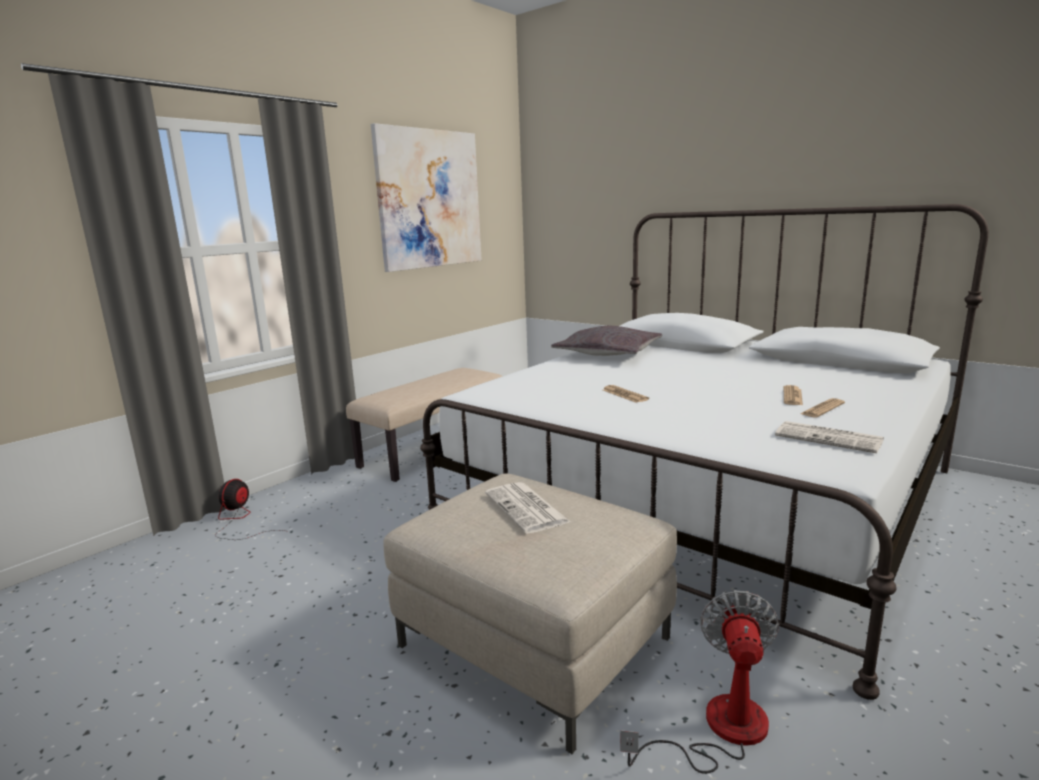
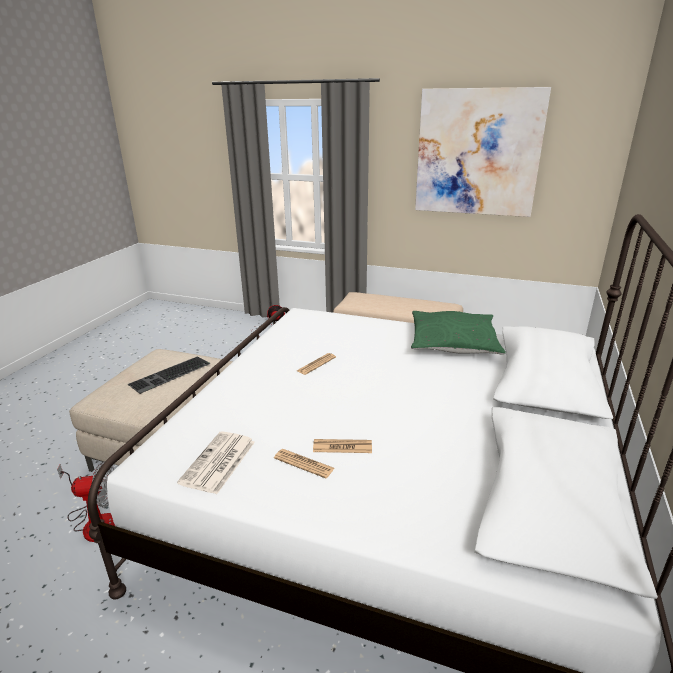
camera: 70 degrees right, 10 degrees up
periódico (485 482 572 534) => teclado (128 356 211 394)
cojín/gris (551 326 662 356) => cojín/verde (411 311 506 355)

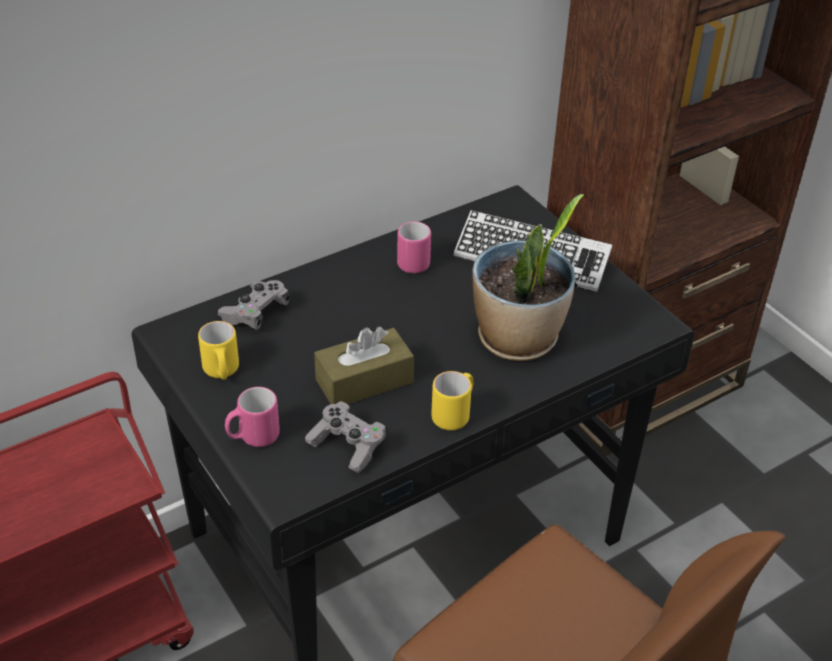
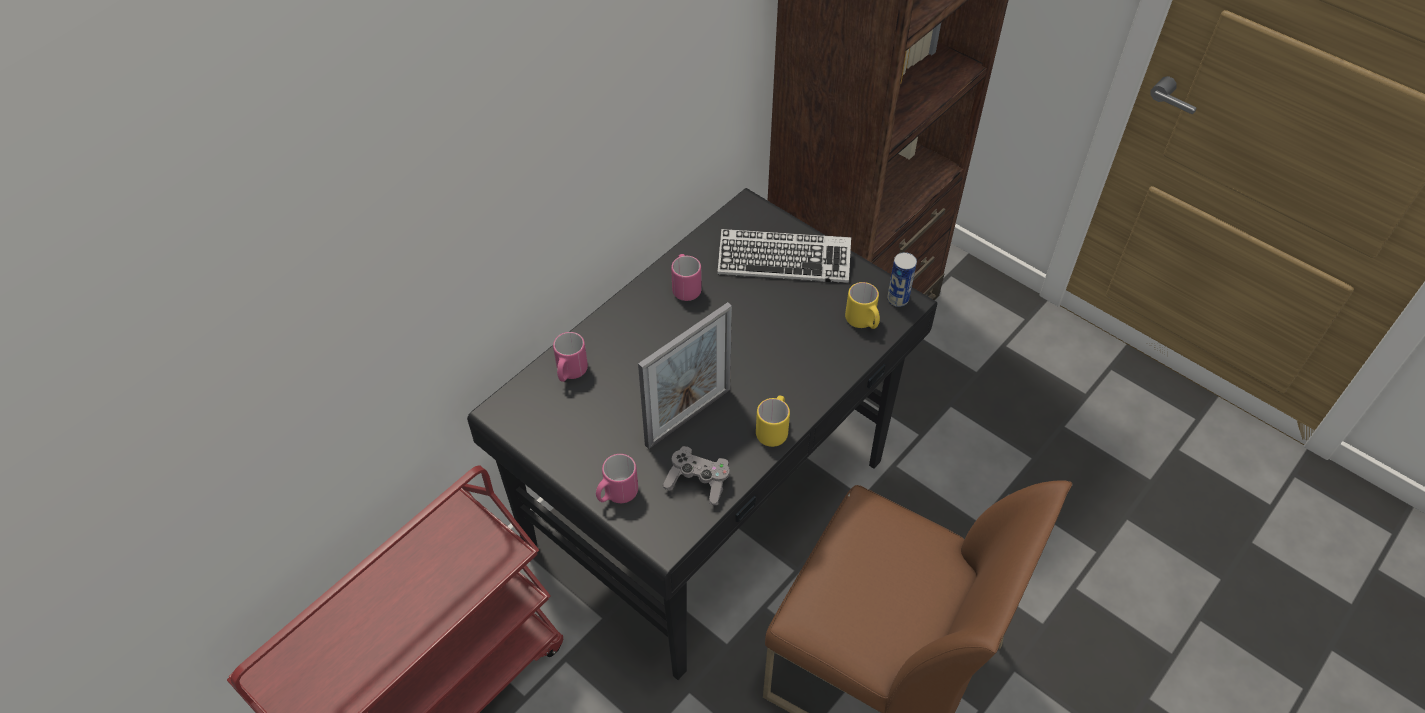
camera: 15 degrees left, 10 degrees up
taza grande/amarillo (198 321 239 380) => taza grande/amarillo (845 282 880 329), shifted
mando de consola/gris (218 280 290 330) => taza grande/rosa (553 332 588 382)
caja de pañuelos/marrón (314 327 414 404) => portarretratos (638 302 732 449)
planta en maceta (472 194 584 361) => nothing
nothing => lata (887 252 917 307)

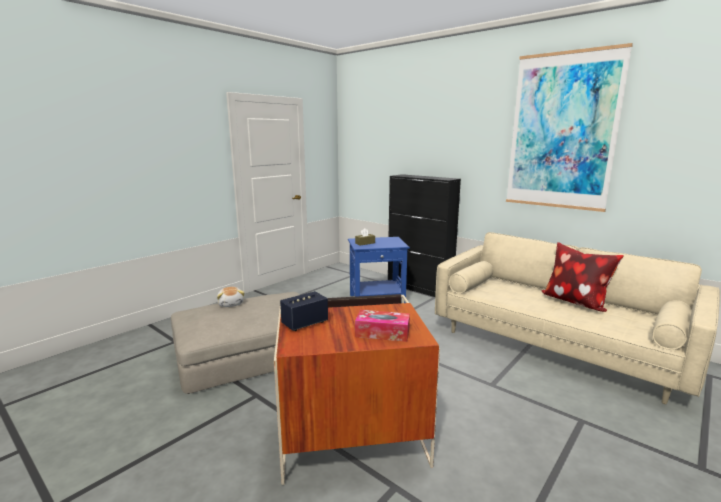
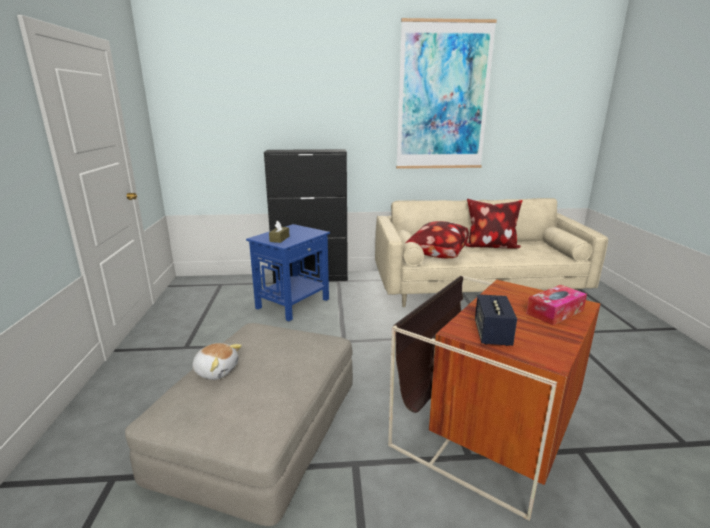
camera: 45 degrees left, 5 degrees up
nothing => cojín (406 221 469 258)

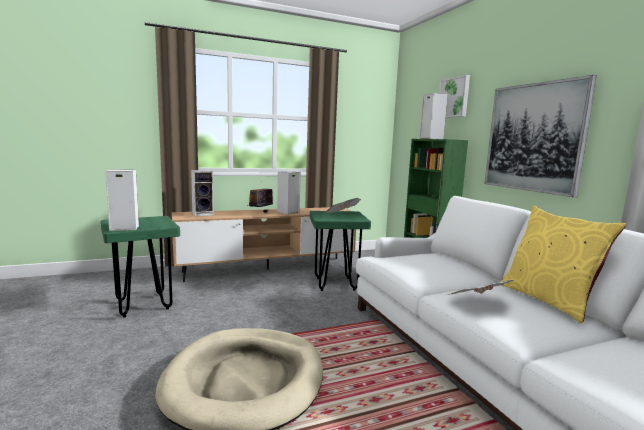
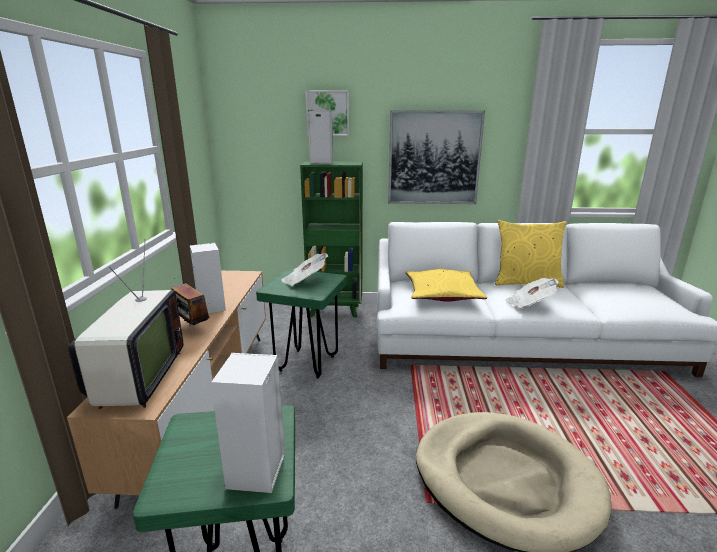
camera: 65 degrees left, 10 degrees up
altavoz (191 170 214 216) => televisor (68 239 184 409)
nothing => cojín/amarillo (405 269 487 302)

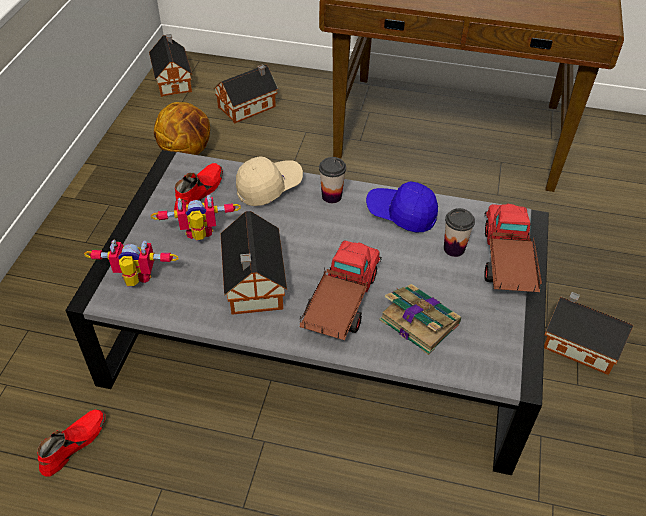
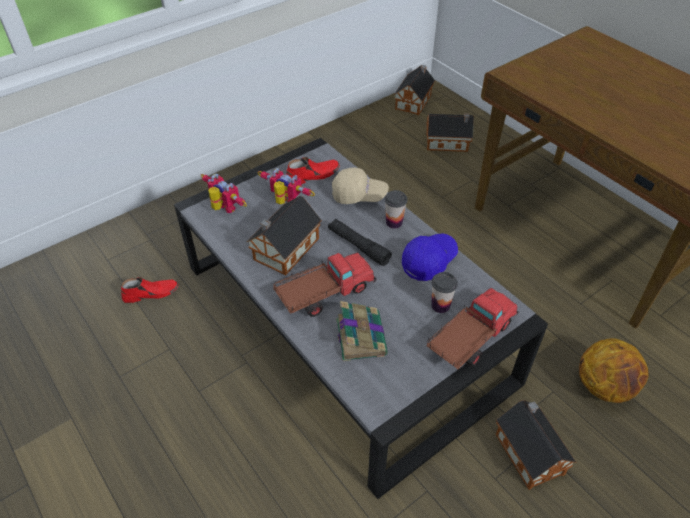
camera: 40 degrees right, 0 degrees up
balón de baloncesto (154 102 210 155) => balón de baloncesto (579 338 649 403), shifted
gorra/azul (366 181 438 232) => gorra/azul (402 234 458 281), 75 degrees clockwise
nothing => linterna/negro (328 219 392 266)

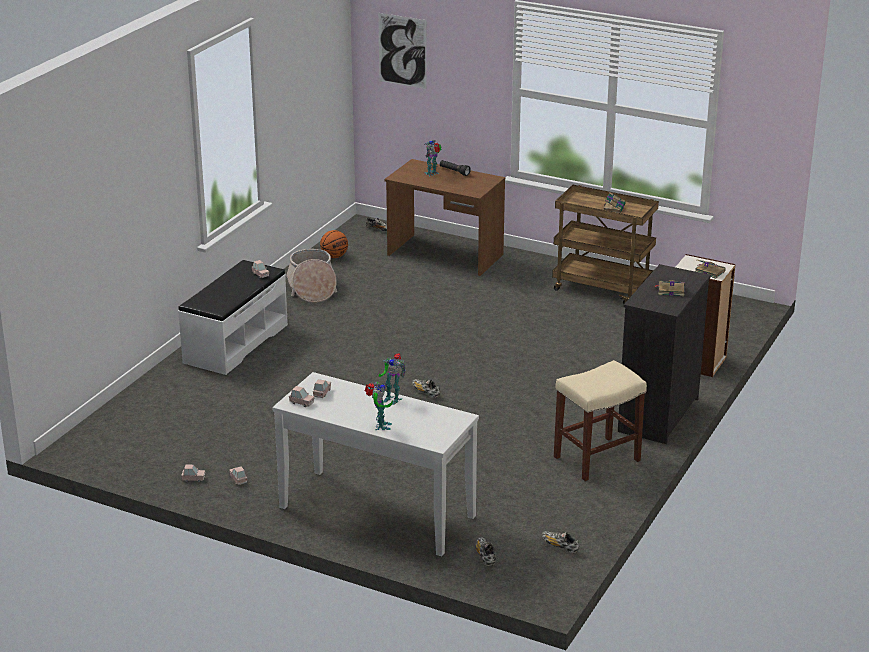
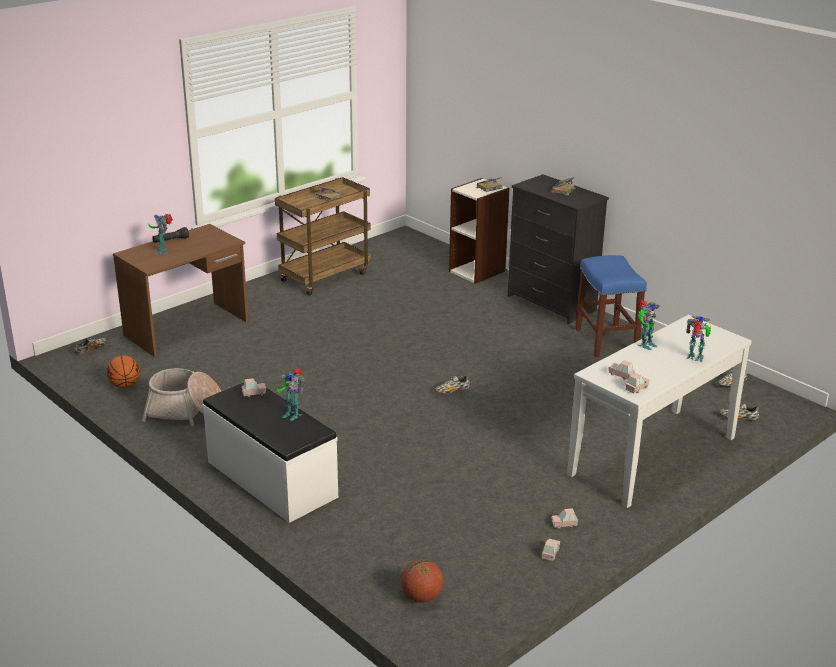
camera: 70 degrees left, 0 degrees up
cuadro (378 13 427 89) => nothing
taburete/beis (554 360 647 481) => taburete/azul (575 255 647 357)
nothing => robot de juguete (277 369 305 421)
nothing => balón de baloncesto (401 559 443 603)

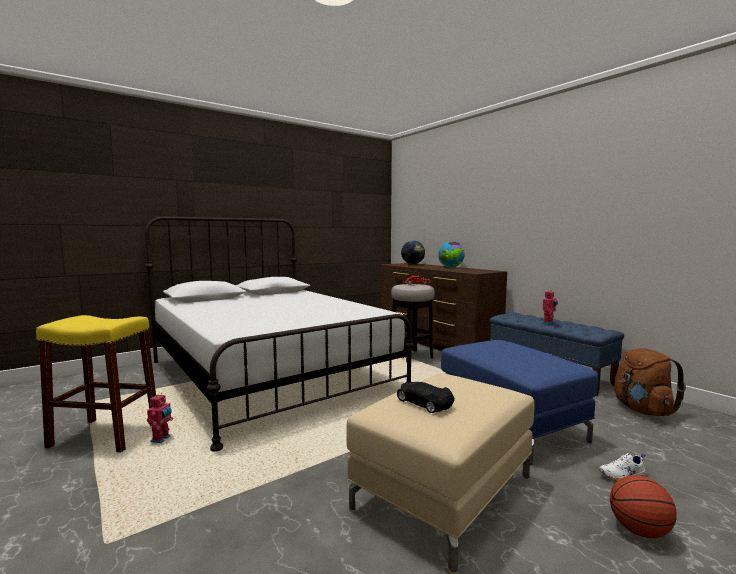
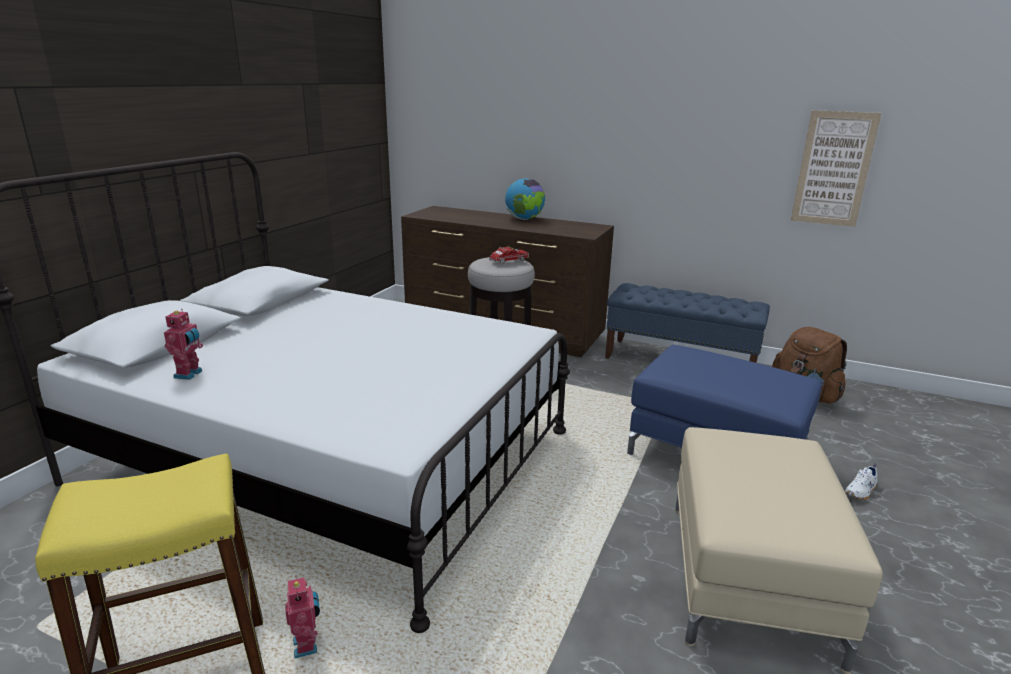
camera: 30 degrees left, 15 degrees up
coche de juguete/negro (397 382 455 413) => nothing
globo terráqueo (401 241 425 264) => nothing
robot de juguete (542 290 558 325) => robot de juguete (164 309 203 380), shifted
balón de baloncesto (610 475 677 538) => nothing
nothing => cuadro (791 110 881 227)

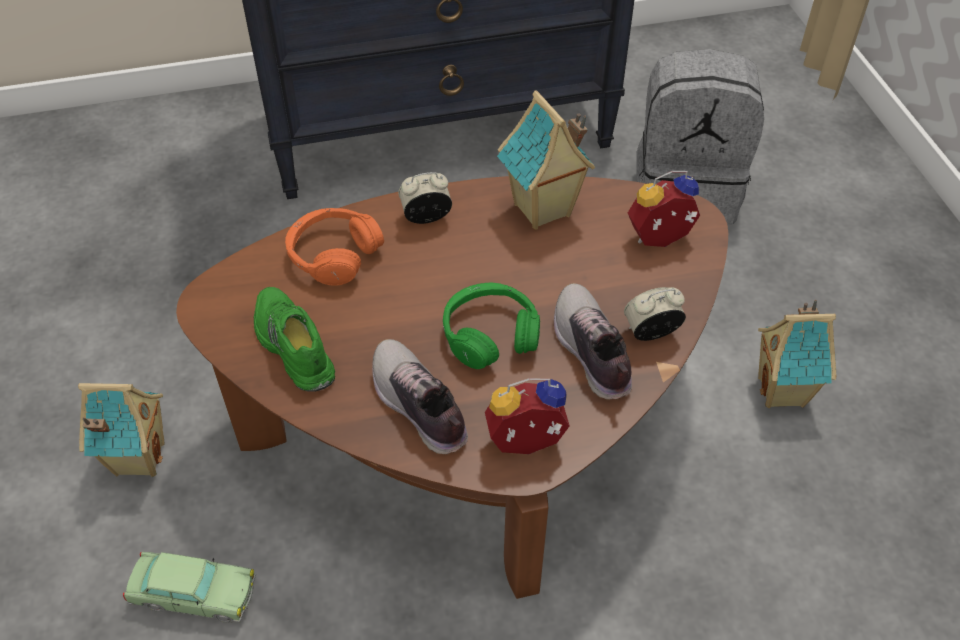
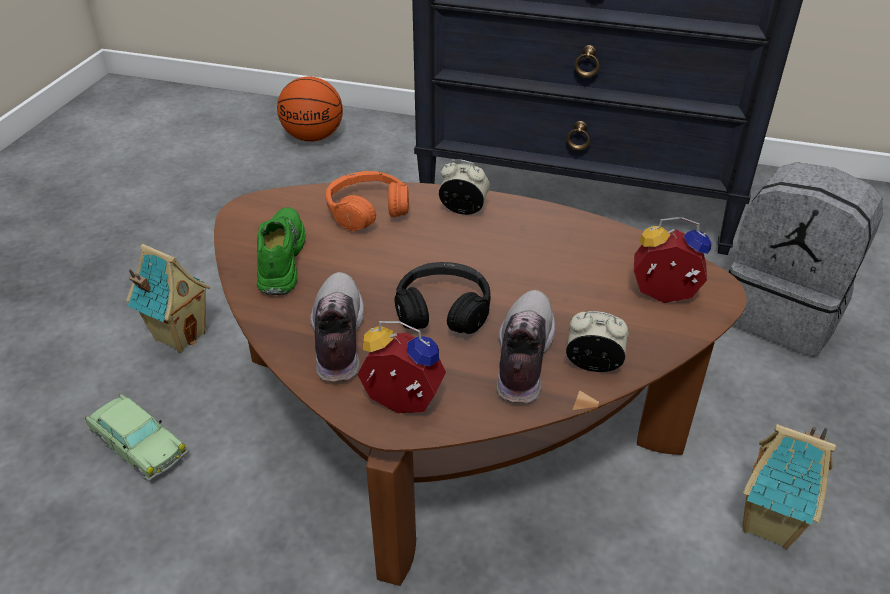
camera: 30 degrees right, 10 degrees down
auriculares/verde (443 282 540 369) => auriculares/negro (395 262 491 334)
casita (497 90 595 230) => nothing
nothing => balón de baloncesto (277 76 343 142)

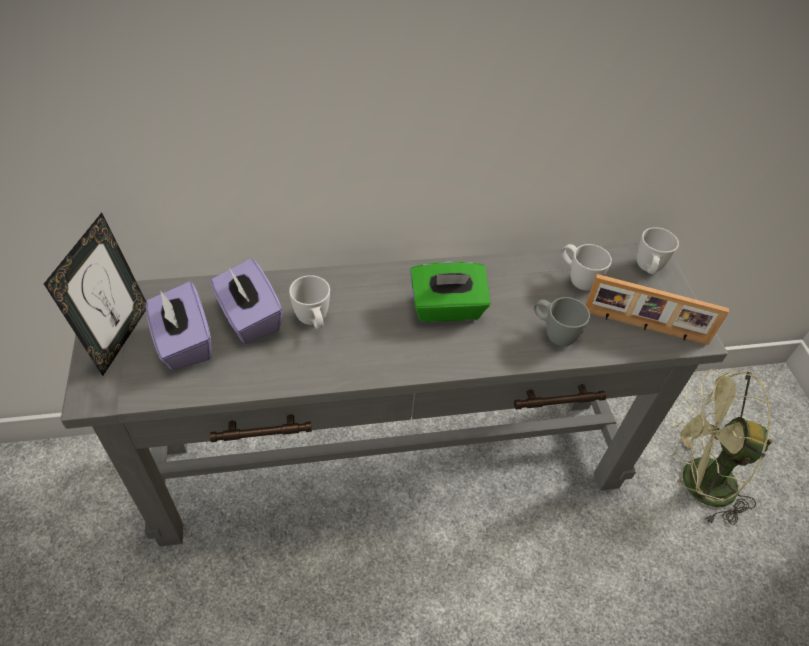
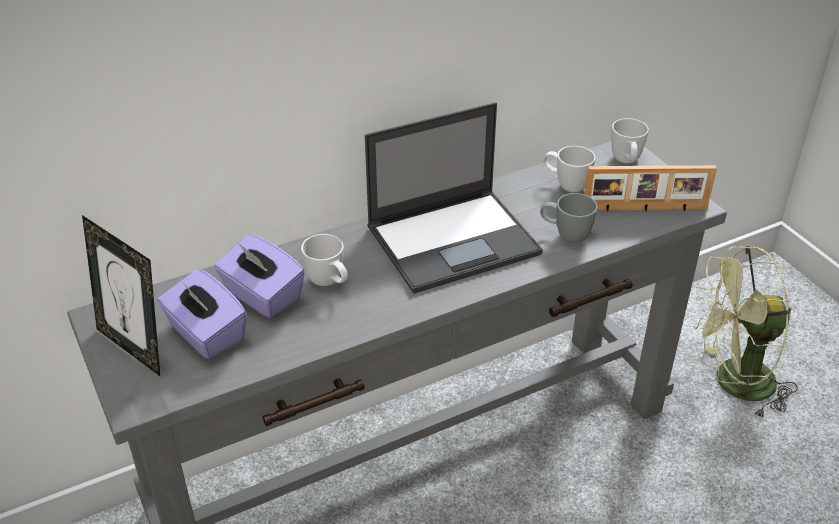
camera: 15 degrees left, 10 degrees down
portarretratos (44 212 146 376) => portarretratos (82 215 160 376), 135 degrees clockwise
caja de pañuelos/verde (410 261 491 322) => portátil (365 102 543 294)

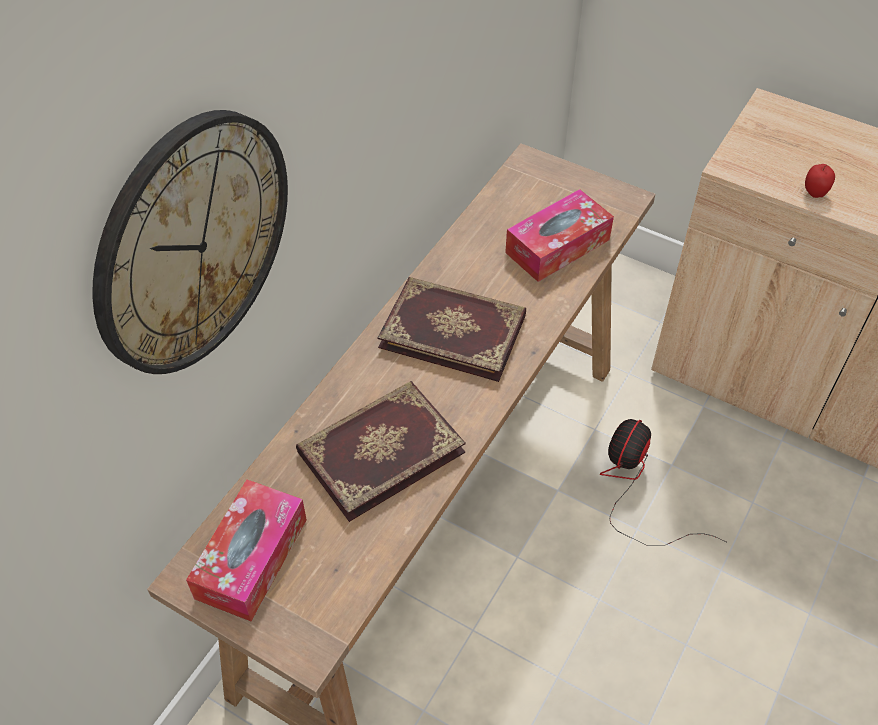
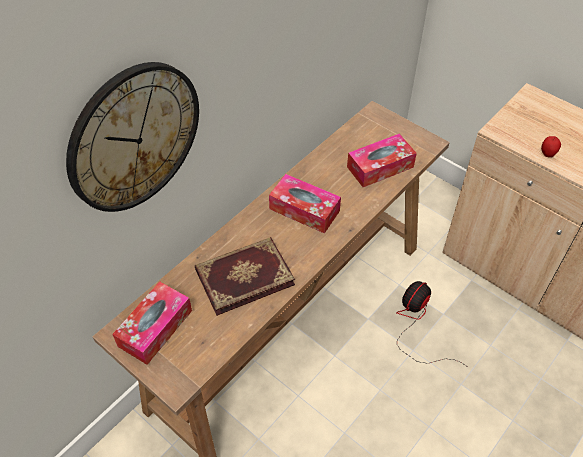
camera: 10 degrees right, 0 degrees up
libro (377 277 526 382) => caja de pañuelos (269 174 341 234)

